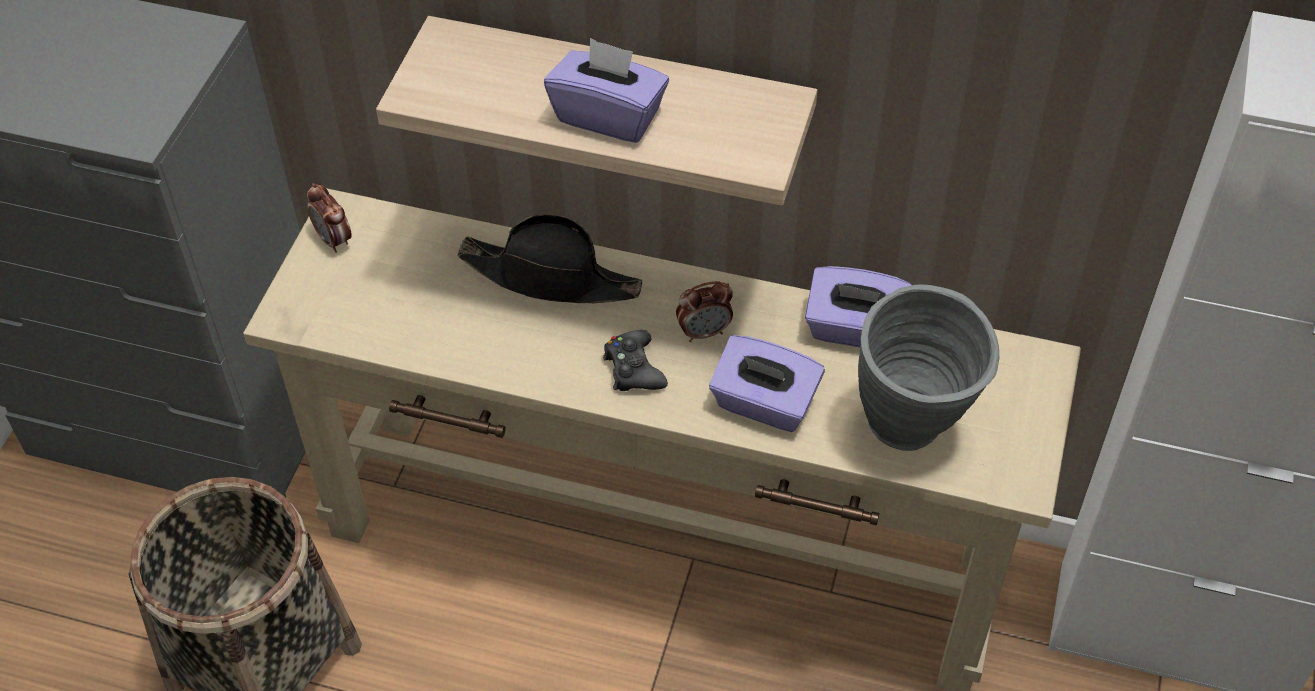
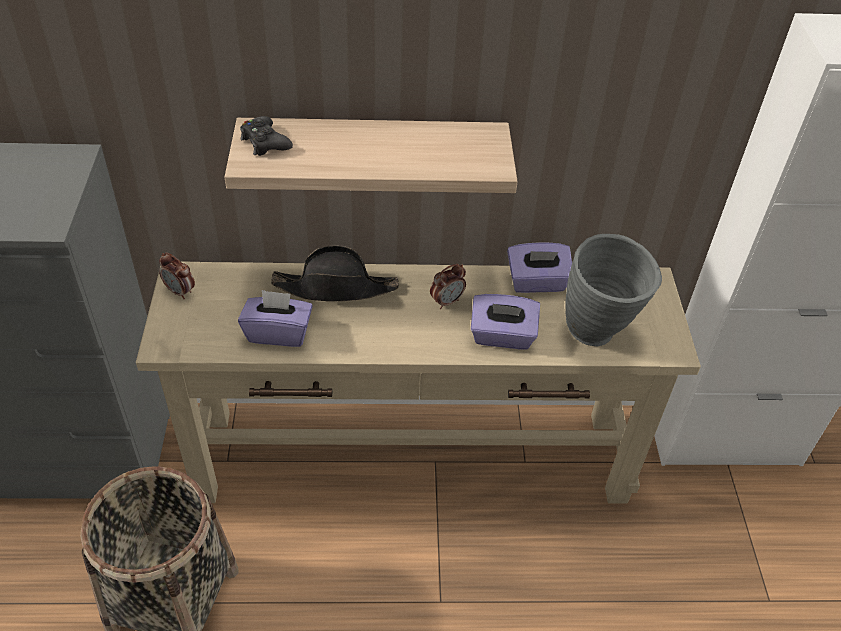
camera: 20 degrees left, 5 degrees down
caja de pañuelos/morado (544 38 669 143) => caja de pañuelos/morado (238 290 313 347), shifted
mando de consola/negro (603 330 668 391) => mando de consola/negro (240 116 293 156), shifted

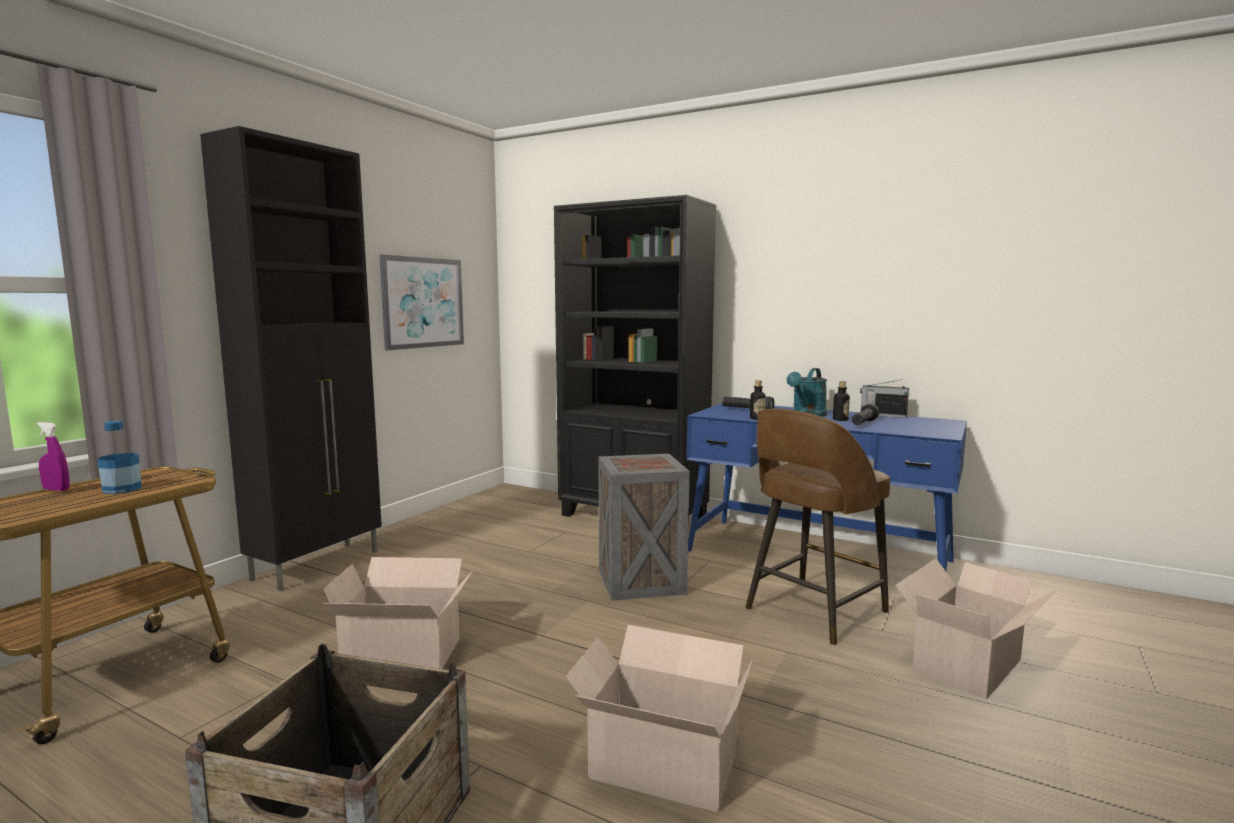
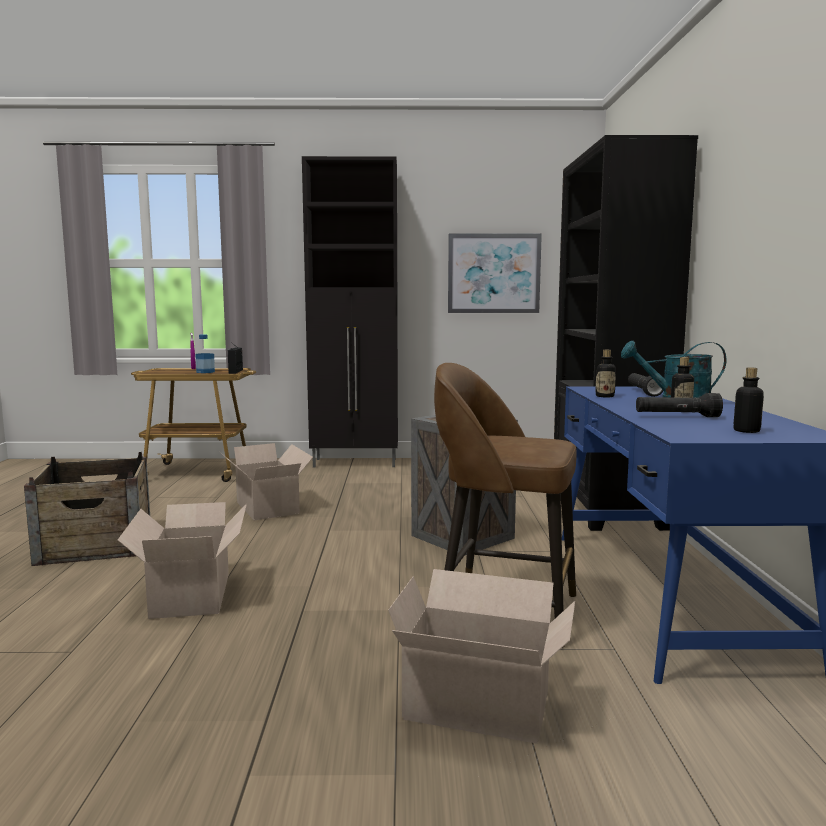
camera: 60 degrees right, 0 degrees up
radio (860 379 909 418) => radio (228 343 243 374), shifted
nothing => botella (734 367 764 433)

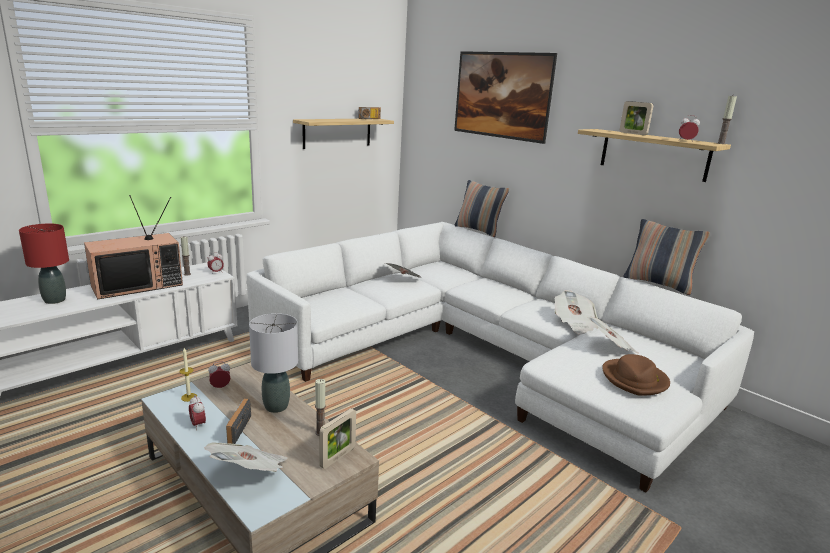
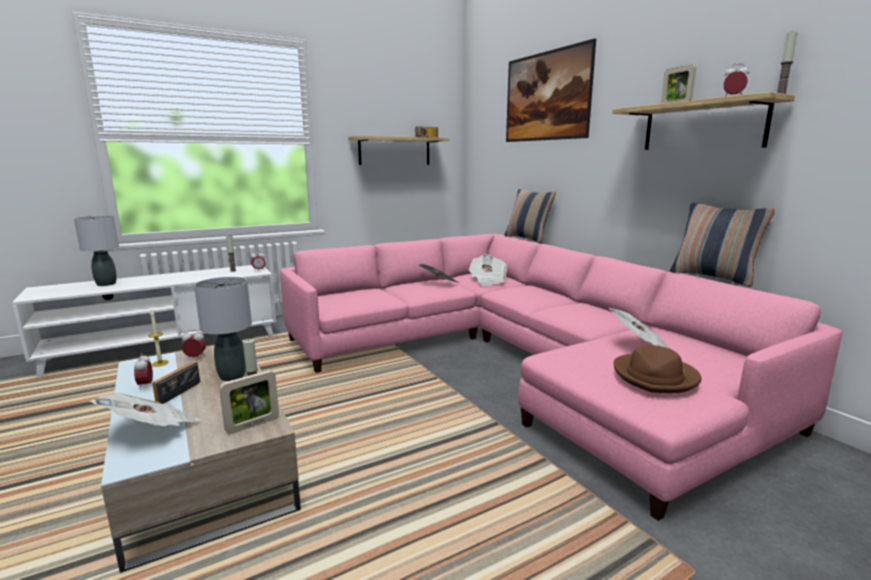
camera: 15 degrees right, 5 degrees down
lámpara de mesa/rojo (19 224 69 304) => lámpara de mesa/gris (74 216 119 286)
televisor (84 195 183 299) => nothing
sofá/blanco (246 222 754 492) => sofá/rosa (280 234 842 521)
periódico (554 290 598 335) => periódico (469 254 507 286), shifted

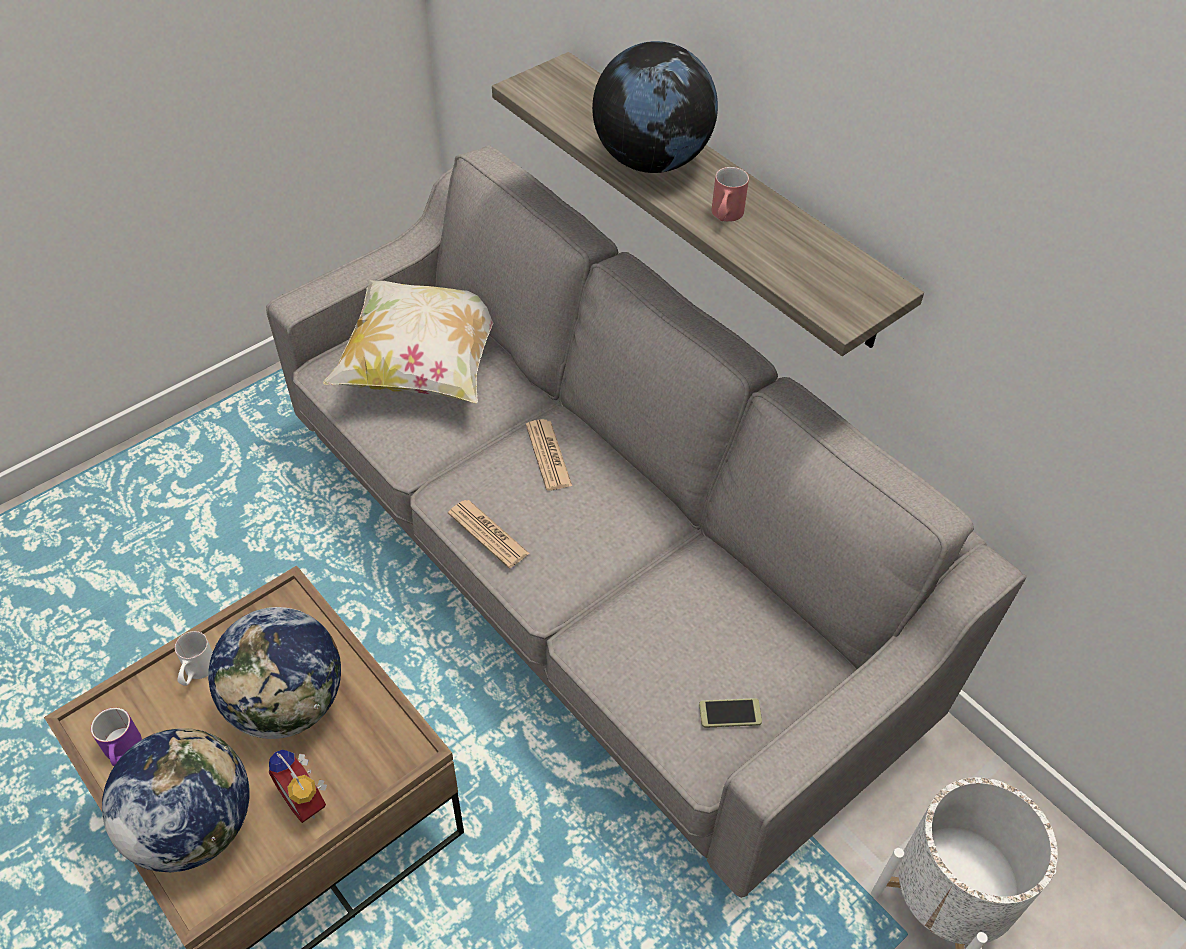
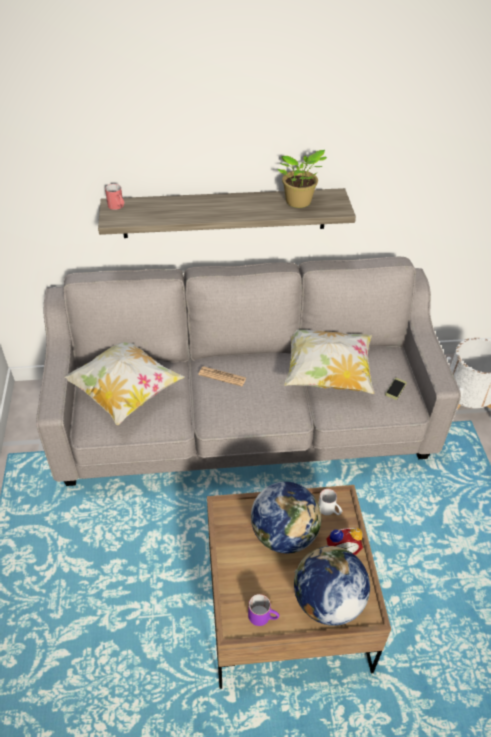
camera: 55 degrees left, 5 degrees down
taza grande/blanco (175 631 213 686) => taza grande/blanco (318 489 342 515), shifted
periódico (448 500 530 568) => nothing
globo terráqueo (592 41 718 173) => nothing
taza grande/rojo (712 167 749 222) => taza grande/rojo (105 184 124 210), shifted
nothing => planta en maceta (277 150 327 208)
nothing => cojín (284 329 374 394)

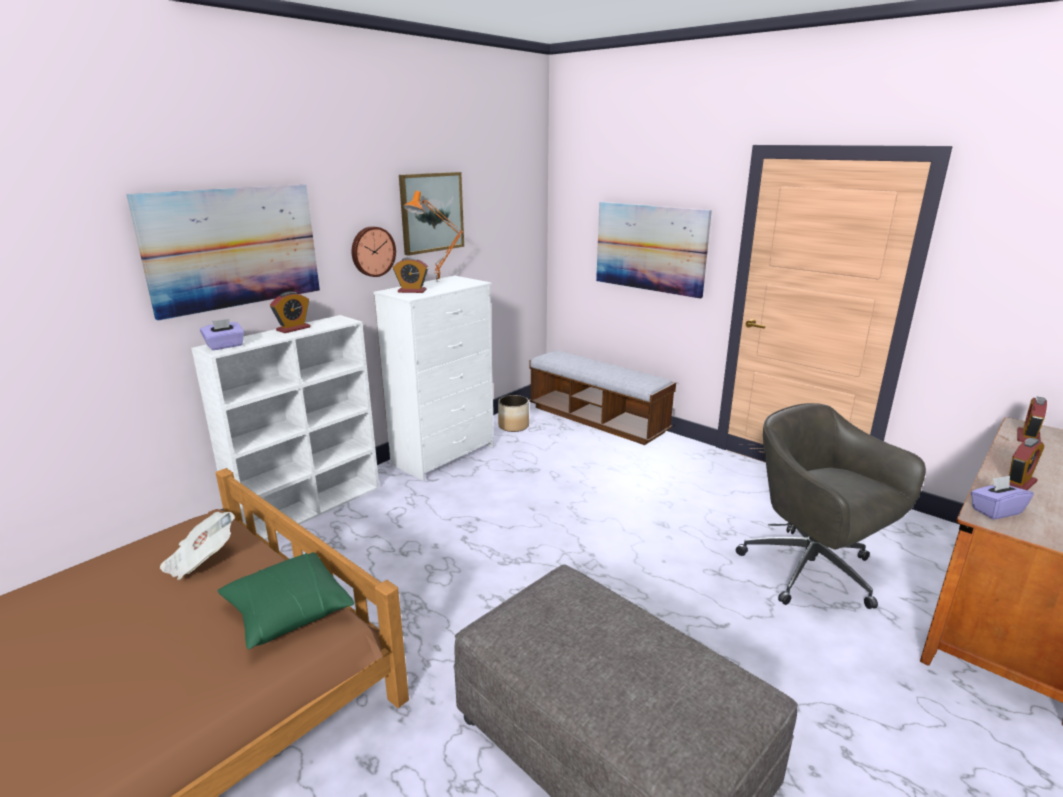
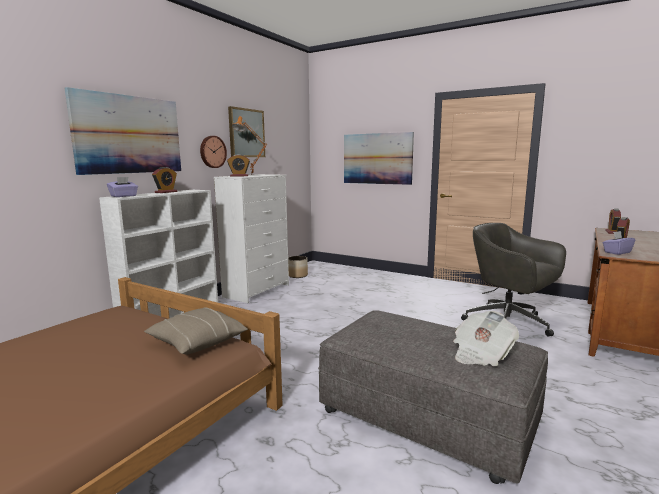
camera: 10 degrees left, 10 degrees down
periódico (160 512 235 580) => periódico (453 311 519 366), shifted
cojín/verde (217 552 354 649) => cojín/beis (144 307 248 355)
banco (529 351 676 445) => nothing

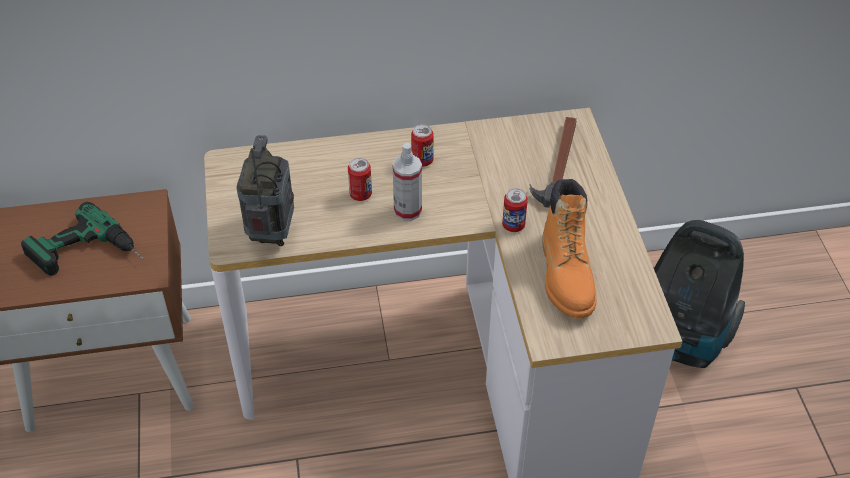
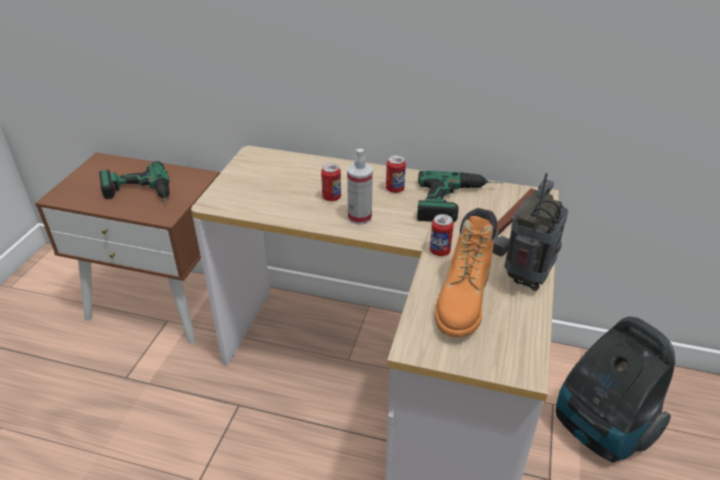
camera: 25 degrees right, 10 degrees down
radio (237 135 294 246) => radio (505 173 568 291), shifted
nothing => taladro (417 171 503 222)

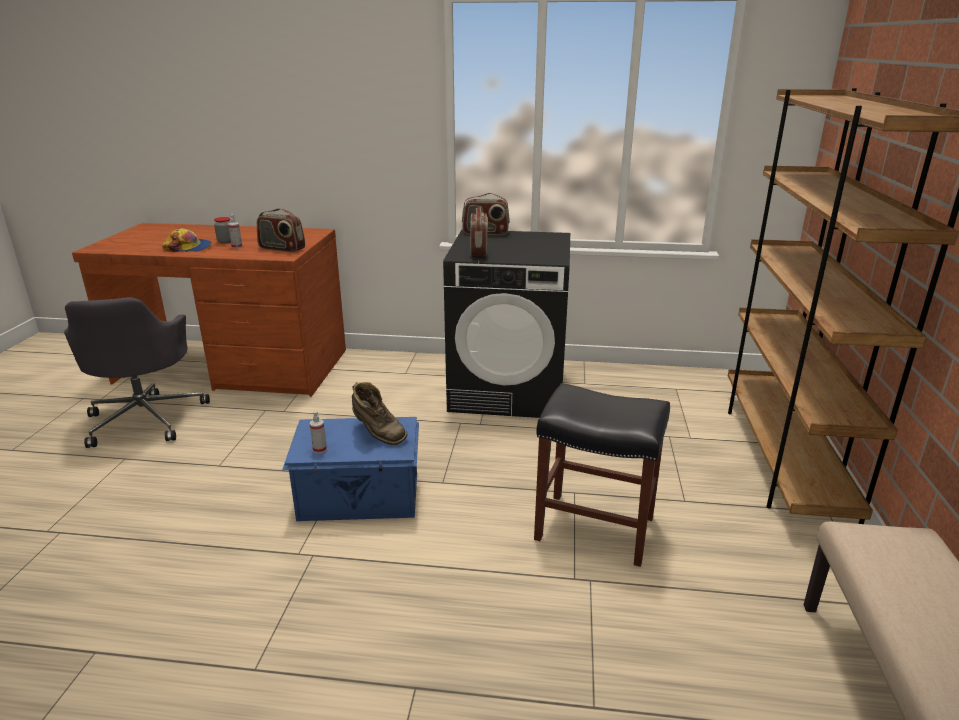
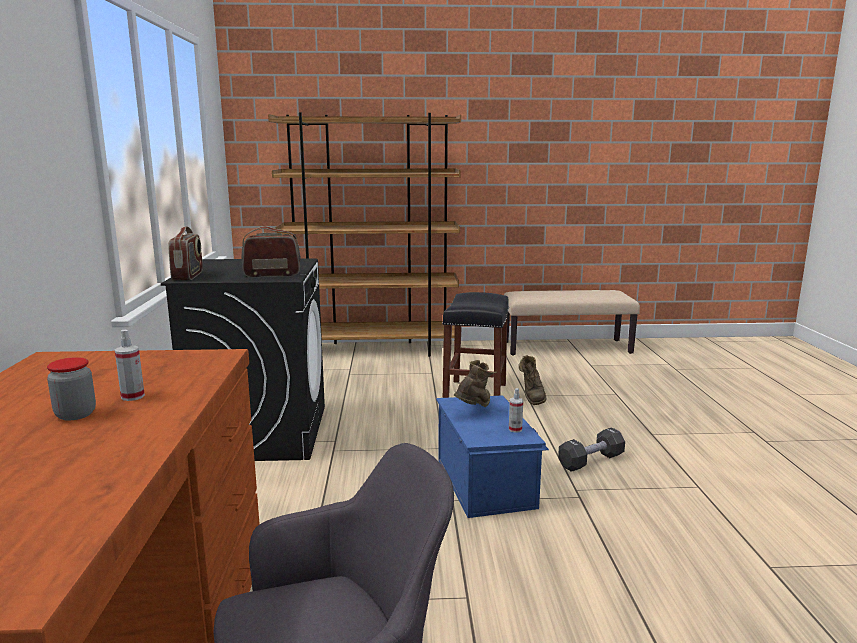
camera: 100 degrees left, 10 degrees down
gorra (162 228 212 252) => nothing
radio (257 208 305 252) => nothing
nothing => bota/marrón (519 355 547 405)
nothing => mancuerna/negro (558 427 625 472)

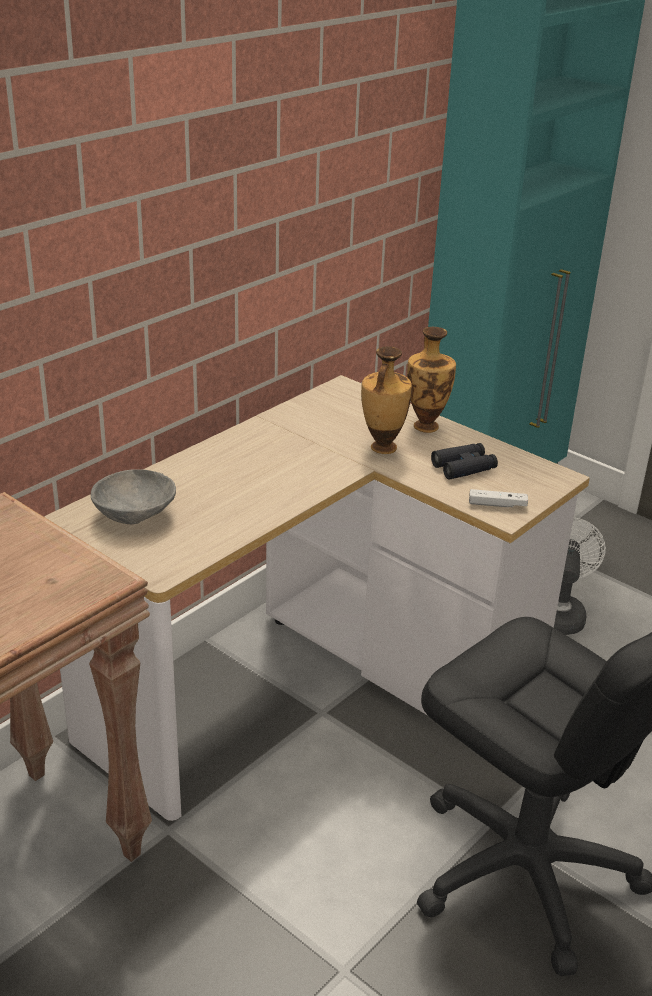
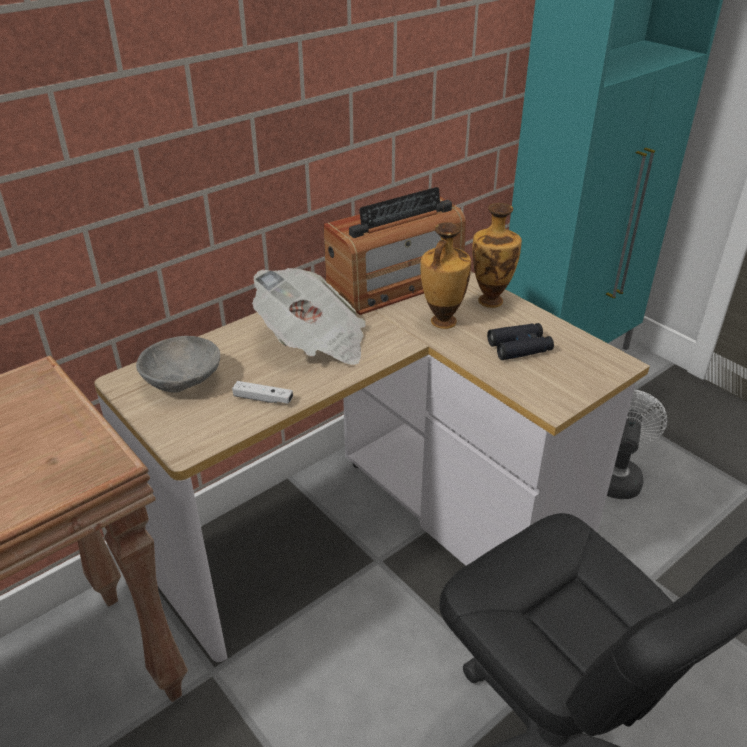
camera: 10 degrees right, 5 degrees up
mando de consola/blanco (469 489 528 508) => mando de consola/blanco (232 381 293 404), shifted
nothing => periódico (252 268 366 365)
nothing => radio (324 187 466 315)

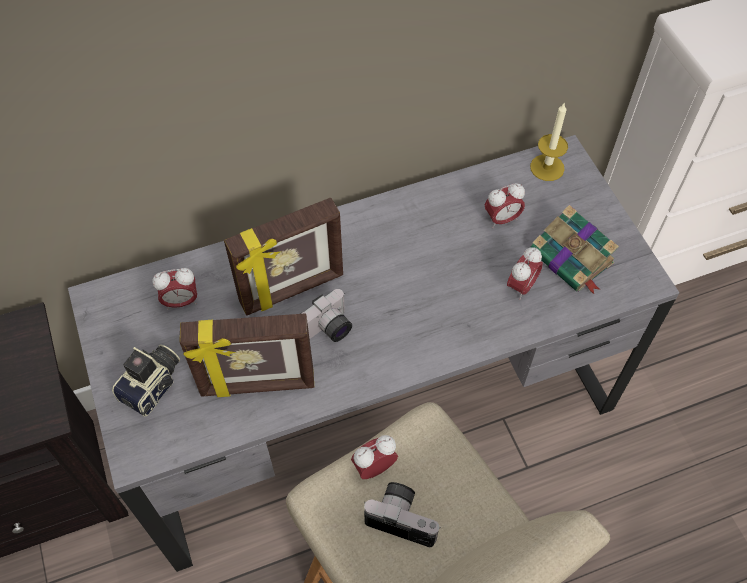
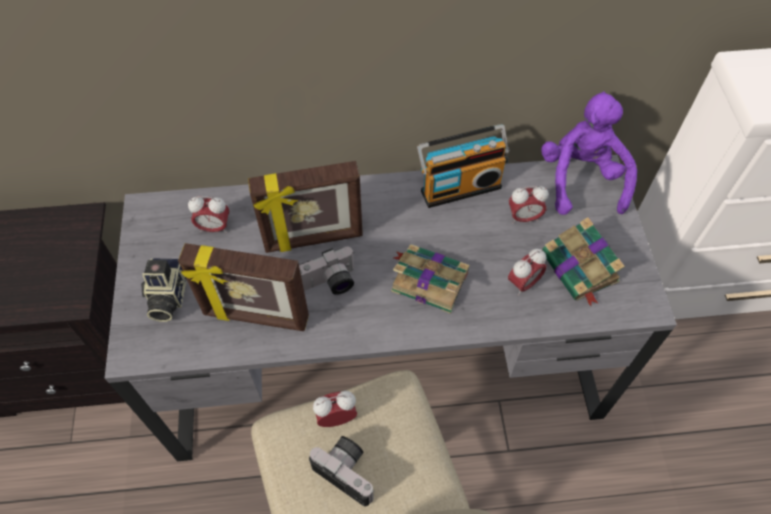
camera: 15 degrees right, 0 degrees up
cámara (112 344 180 417) => cámara (141 258 187 322), 135 degrees clockwise
vela (530 102 568 181) => peluche/morado (541 91 637 215)
nothing => libro (391 244 470 314)
nothing => radio (417 124 509 208)

